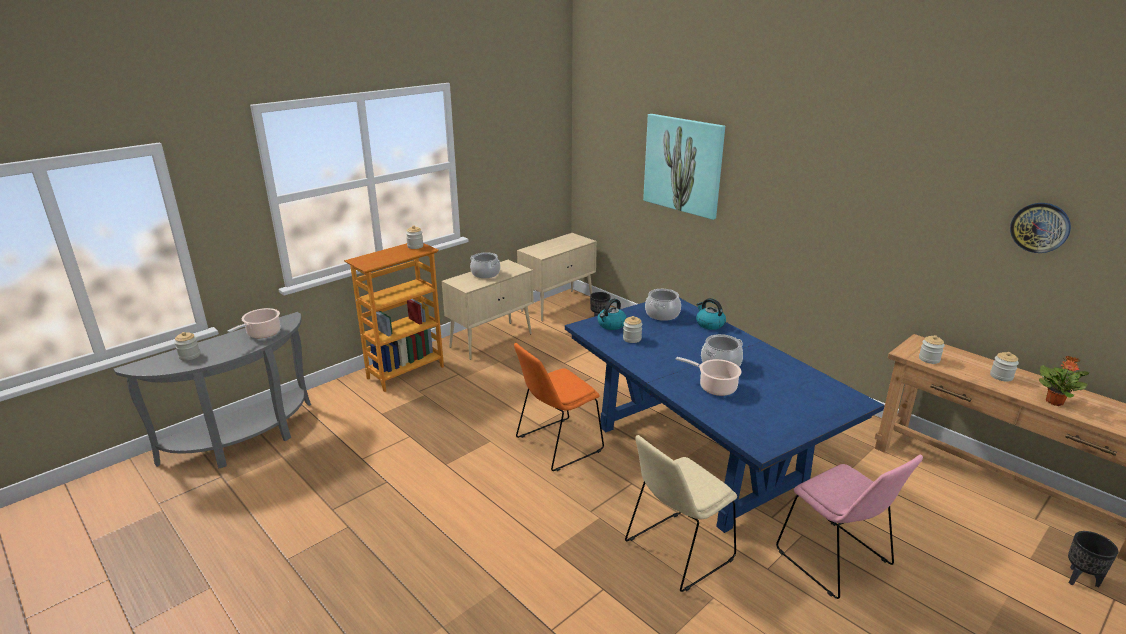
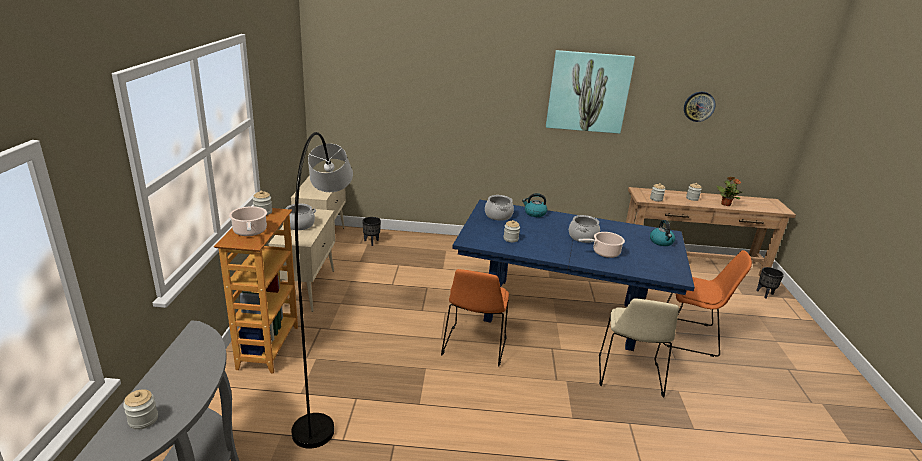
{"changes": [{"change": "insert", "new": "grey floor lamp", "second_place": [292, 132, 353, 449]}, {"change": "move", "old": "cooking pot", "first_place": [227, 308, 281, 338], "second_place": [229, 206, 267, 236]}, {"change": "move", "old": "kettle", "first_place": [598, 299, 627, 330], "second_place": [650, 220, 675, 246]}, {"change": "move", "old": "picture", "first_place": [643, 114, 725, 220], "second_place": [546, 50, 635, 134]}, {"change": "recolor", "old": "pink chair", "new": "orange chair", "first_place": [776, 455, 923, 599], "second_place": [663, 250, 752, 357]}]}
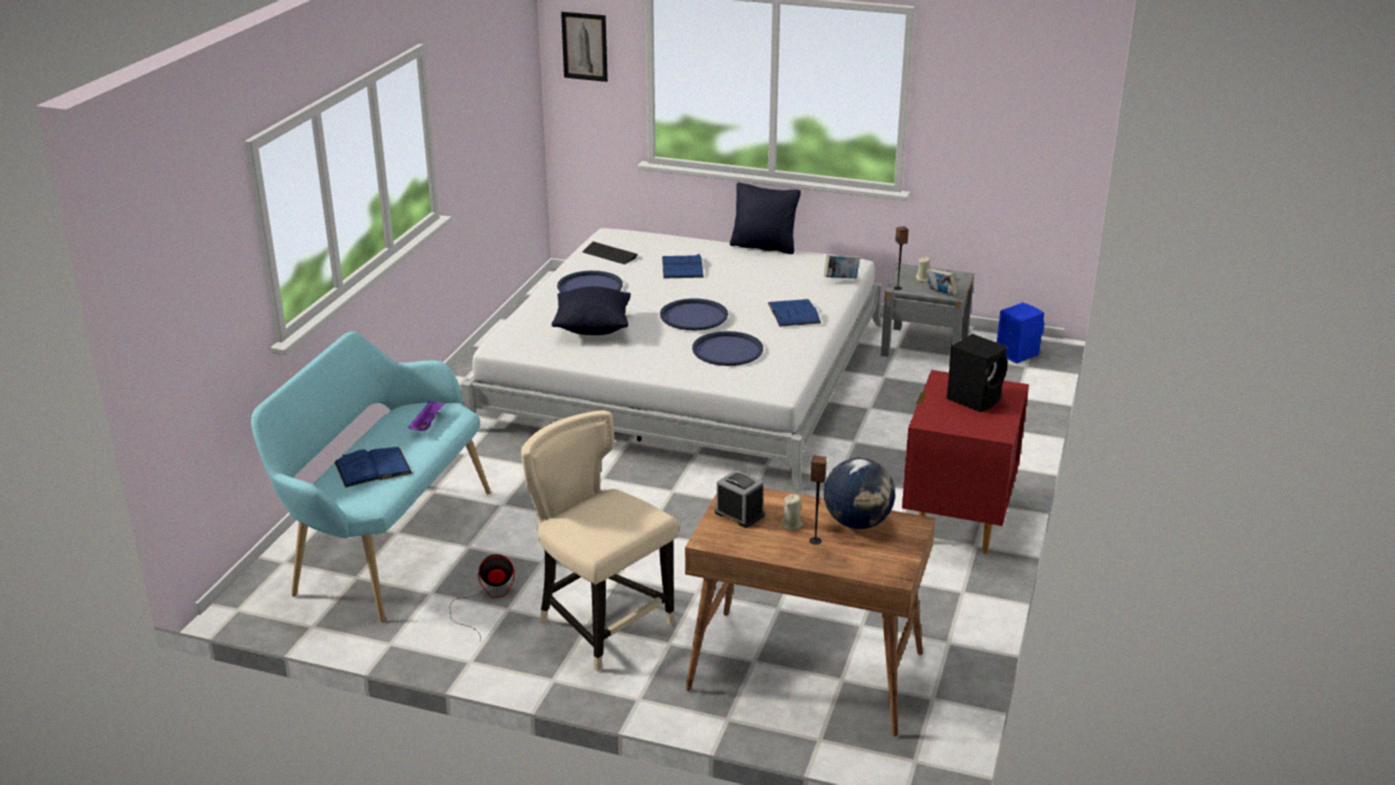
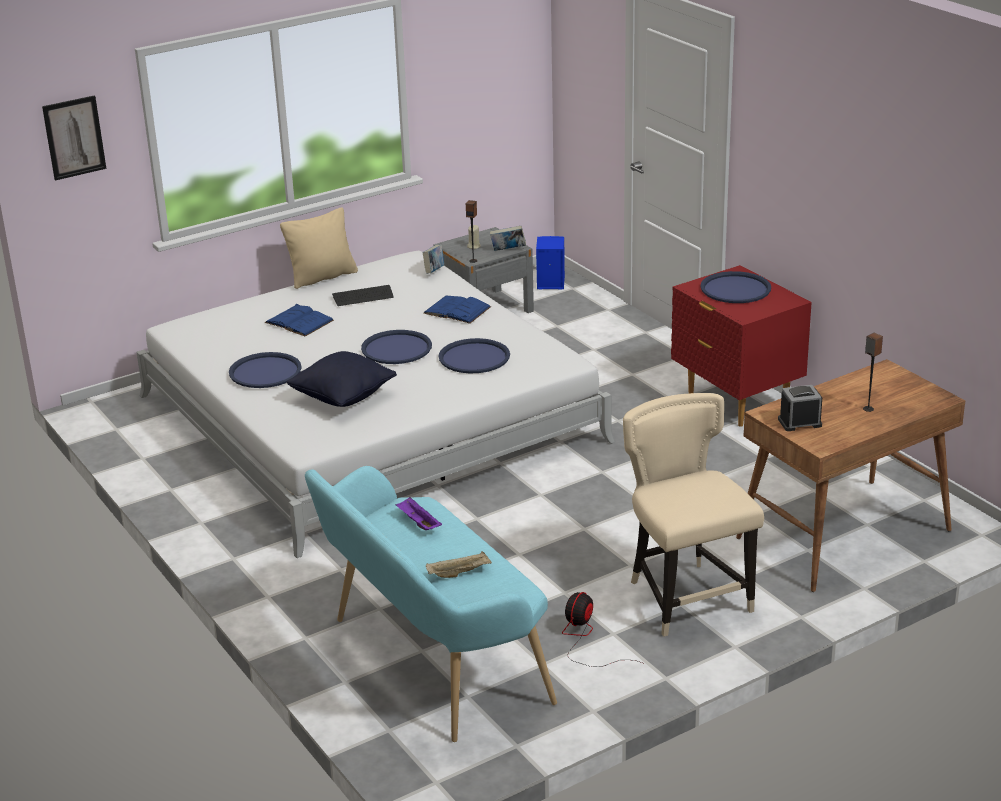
{"changes": [{"change": "delete", "old": "beige candle", "first_place": [781, 494, 803, 530]}, {"change": "delete", "old": "globe", "first_place": [824, 458, 895, 529]}, {"change": "move", "old": "keyboard", "first_place": [583, 242, 638, 264], "second_place": [332, 285, 394, 306]}, {"change": "replace", "old": "blue book", "new": "beige tray", "first_place": [334, 447, 413, 488], "second_place": [426, 551, 492, 578]}, {"change": "replace", "old": "black speaker", "new": "blue tray", "first_place": [947, 334, 1008, 412], "second_place": [700, 271, 771, 303]}, {"change": "recolor", "old": "black pillow", "new": "beige pillow", "first_place": [730, 182, 801, 254], "second_place": [280, 207, 358, 289]}, {"change": "rotate", "old": "beige chair", "first_place": [521, 410, 679, 672], "second_place": [623, 393, 764, 637], "degrees": 75}]}
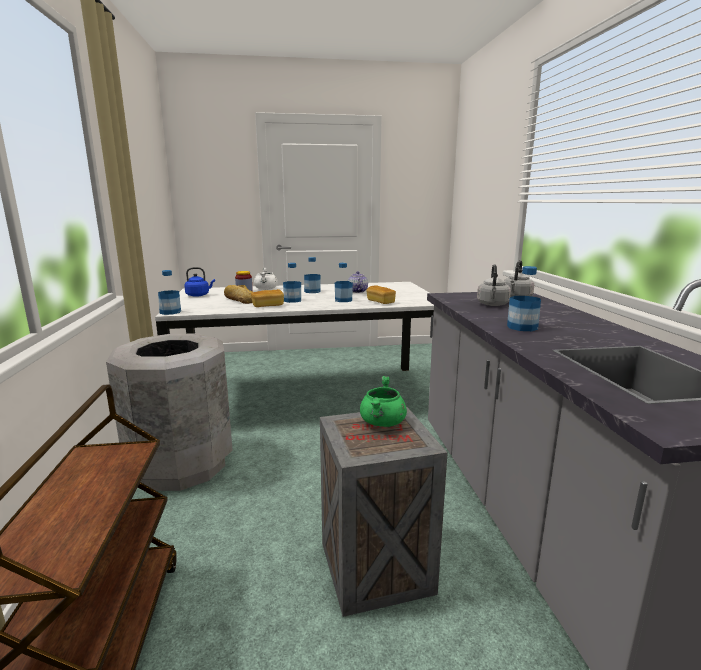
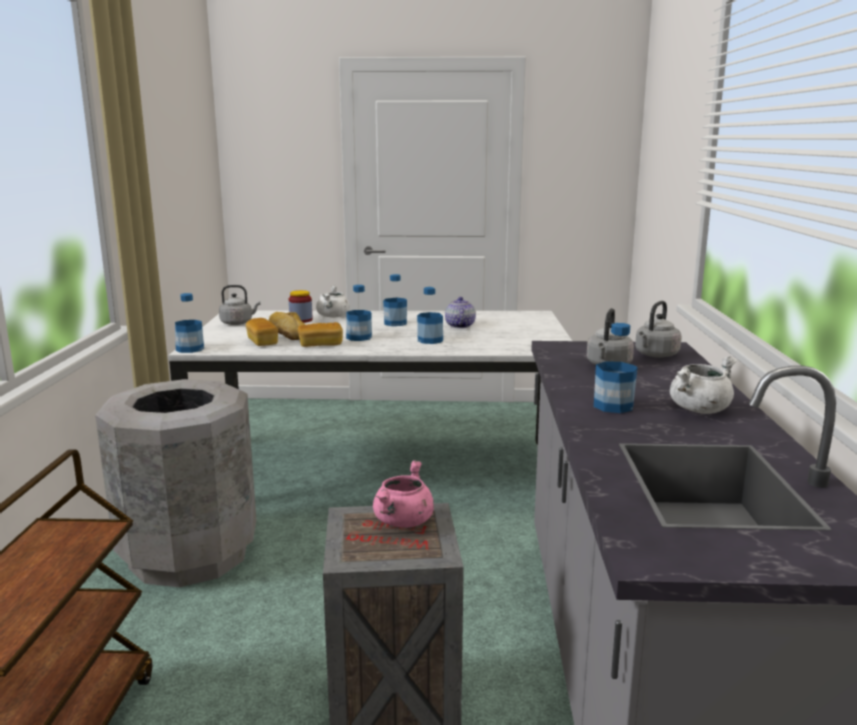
{"changes": [{"change": "insert", "new": "white cooking pot", "second_place": [670, 356, 737, 414]}, {"change": "move", "old": "bread", "first_place": [366, 285, 396, 304], "second_place": [246, 318, 278, 346]}, {"change": "recolor", "old": "blue kettle", "new": "grey kettle", "first_place": [184, 267, 215, 297], "second_place": [219, 285, 260, 325]}, {"change": "recolor", "old": "green cooking pot", "new": "pink cooking pot", "first_place": [360, 376, 407, 427], "second_place": [373, 460, 434, 528]}]}
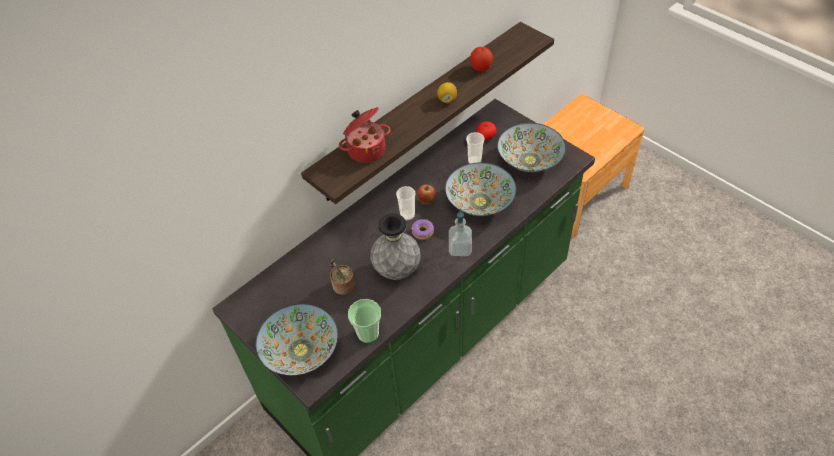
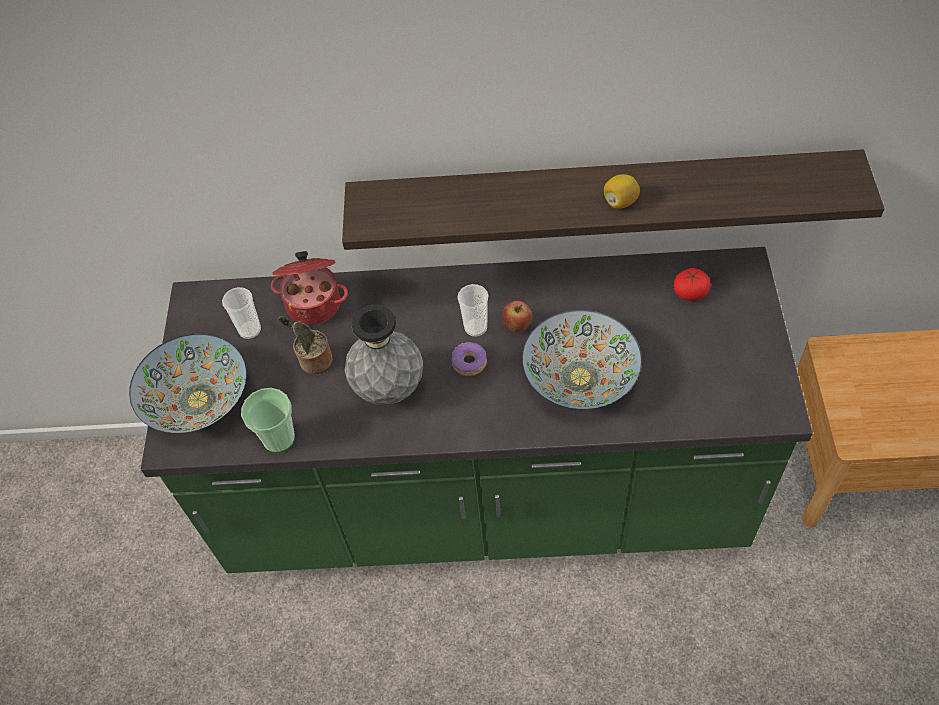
{"changes": [{"change": "delete", "old": "soap dispenser", "first_place": [449, 209, 472, 256]}, {"change": "delete", "old": "apple", "first_place": [470, 47, 493, 72]}, {"change": "delete", "old": "bowl", "first_place": [498, 123, 566, 172]}, {"change": "move", "old": "cooking pot", "first_place": [339, 107, 391, 163], "second_place": [271, 251, 348, 325]}, {"change": "move", "old": "cup", "first_place": [466, 132, 485, 164], "second_place": [222, 287, 261, 339]}]}
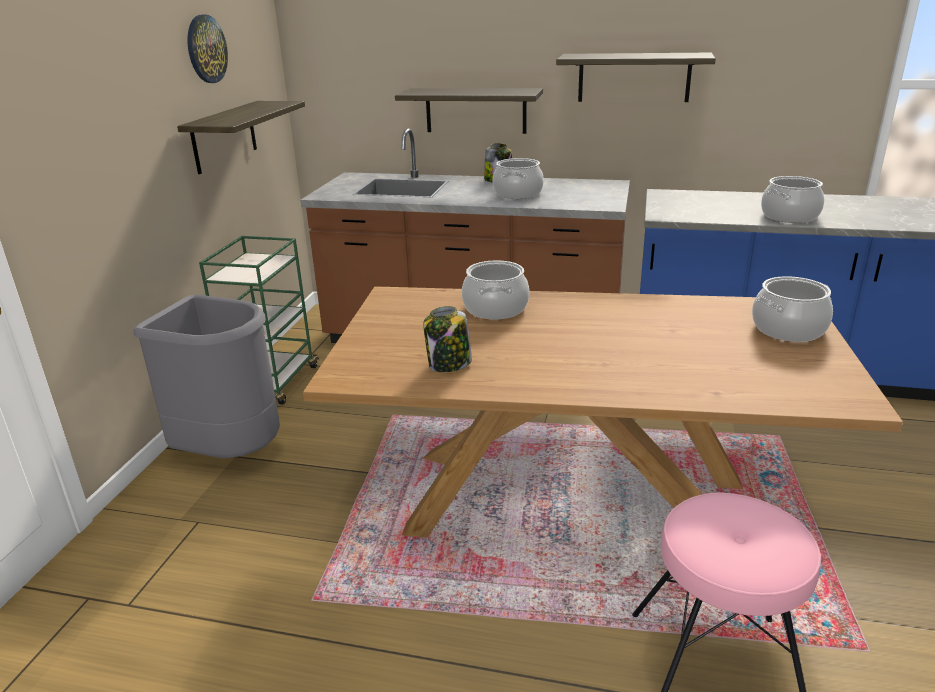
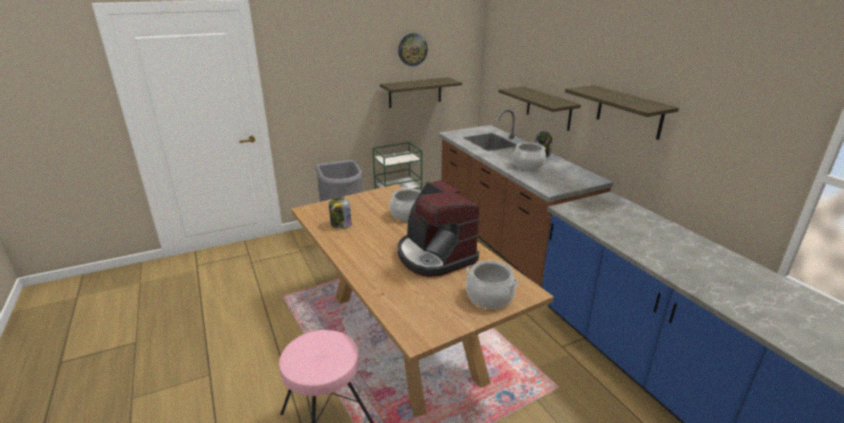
{"changes": [{"change": "delete", "old": "cooking pot", "first_place": [761, 176, 824, 223]}, {"change": "insert", "new": "coffee machine", "second_place": [398, 180, 480, 277]}]}
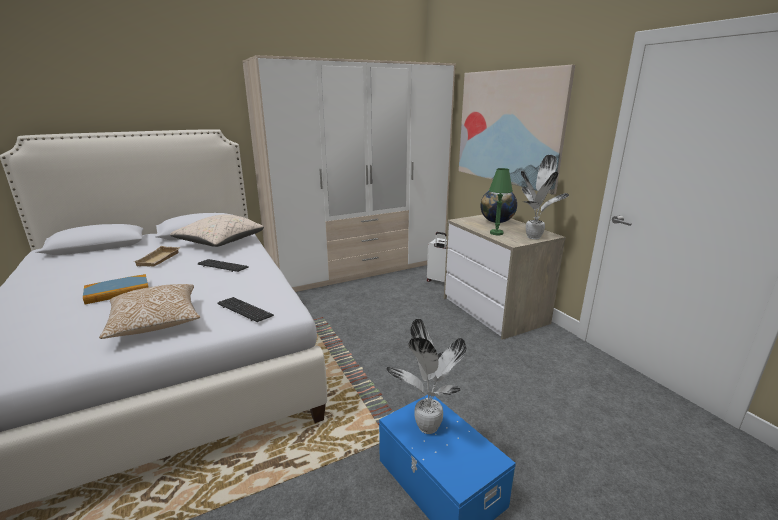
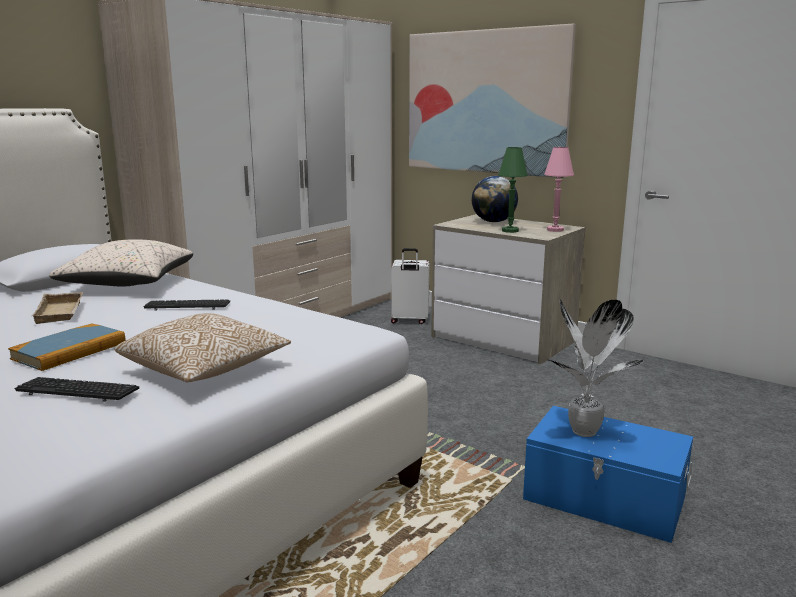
{"changes": [{"change": "move", "old": "keyboard", "first_place": [218, 297, 274, 322], "second_place": [14, 377, 139, 402]}, {"change": "replace", "old": "potted plant", "new": "pink table lamp", "first_place": [521, 155, 569, 239], "second_place": [544, 147, 574, 232]}]}
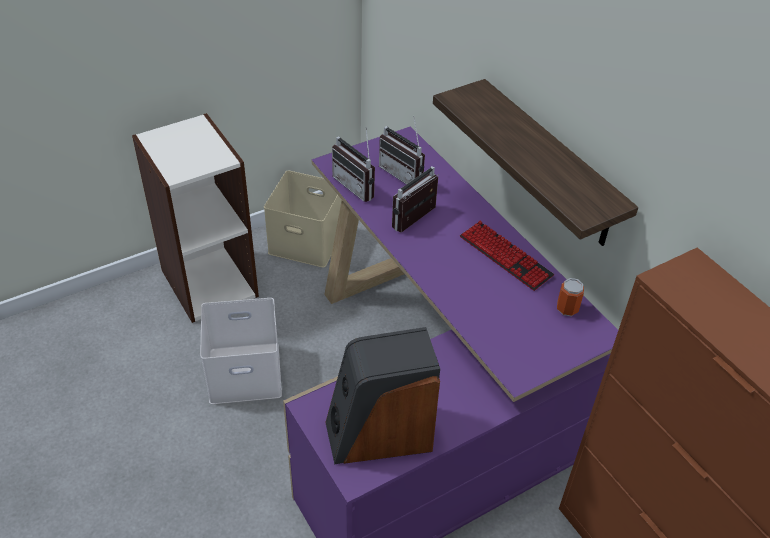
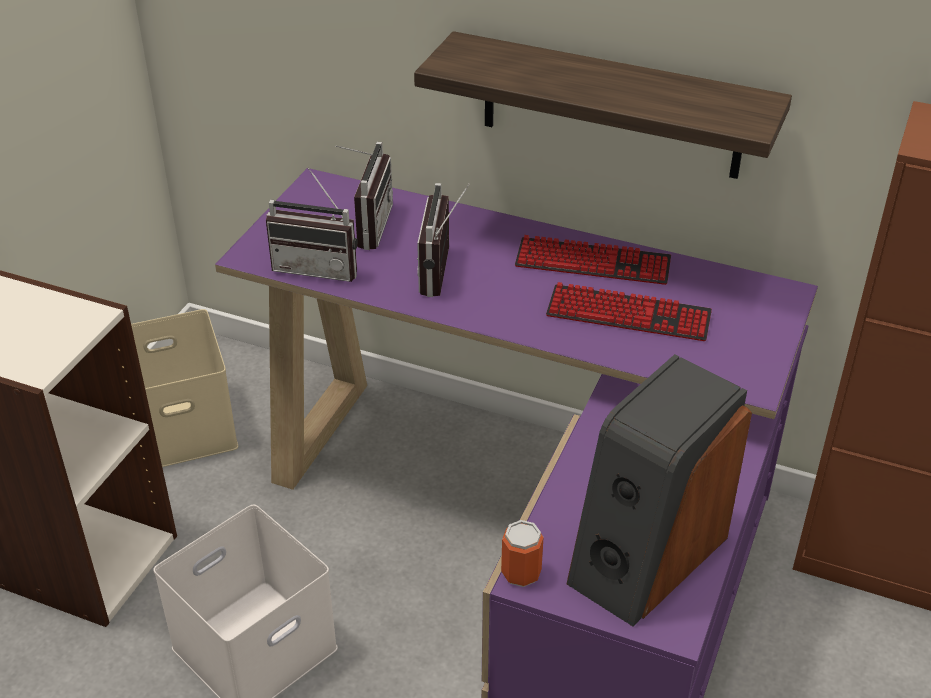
{"changes": [{"change": "insert", "new": "keyboard", "second_place": [546, 282, 712, 341]}, {"change": "move", "old": "can", "first_place": [557, 278, 584, 316], "second_place": [501, 520, 544, 587]}, {"change": "rotate", "old": "radio", "first_place": [379, 116, 425, 184], "second_place": [335, 142, 393, 250], "degrees": -90}]}
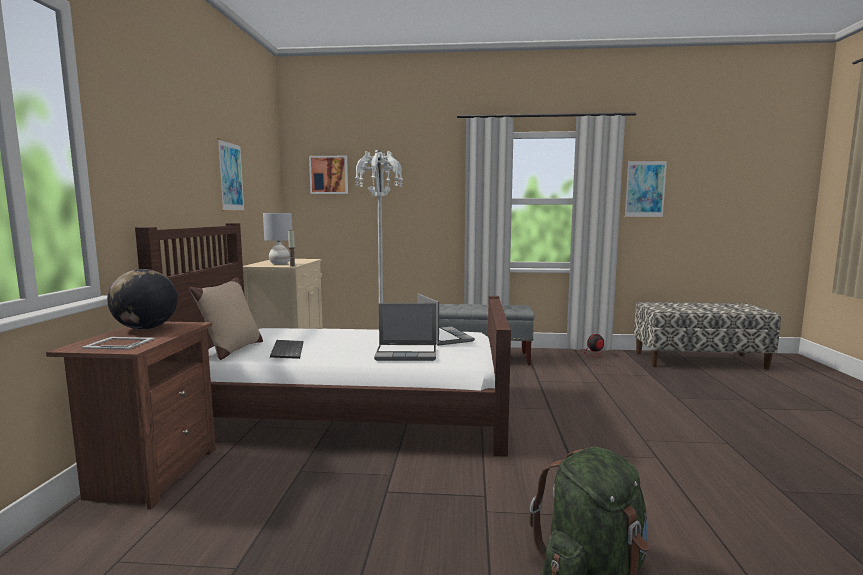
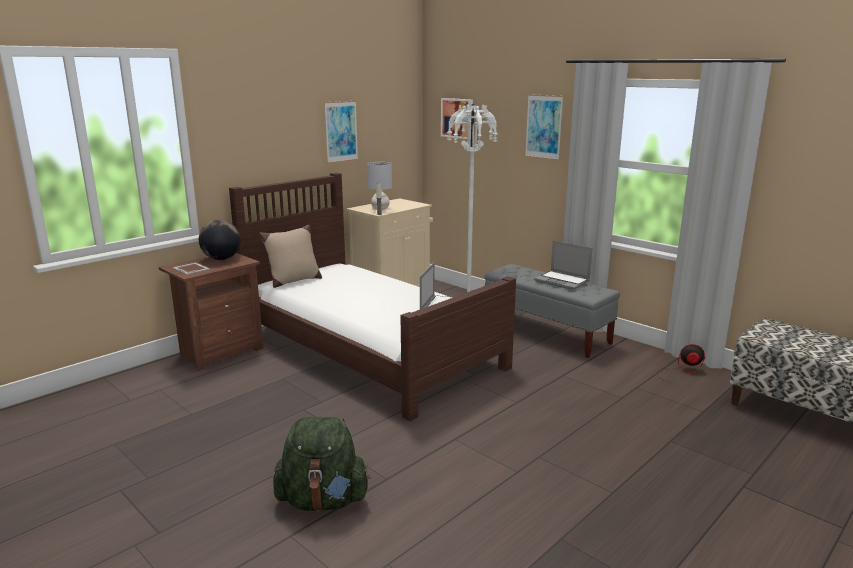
{"changes": [{"change": "delete", "old": "keyboard", "first_place": [270, 340, 303, 359]}, {"change": "move", "old": "laptop", "first_place": [374, 303, 436, 361], "second_place": [534, 241, 592, 290]}, {"change": "move", "old": "picture", "first_place": [624, 160, 667, 218], "second_place": [525, 94, 563, 160]}]}
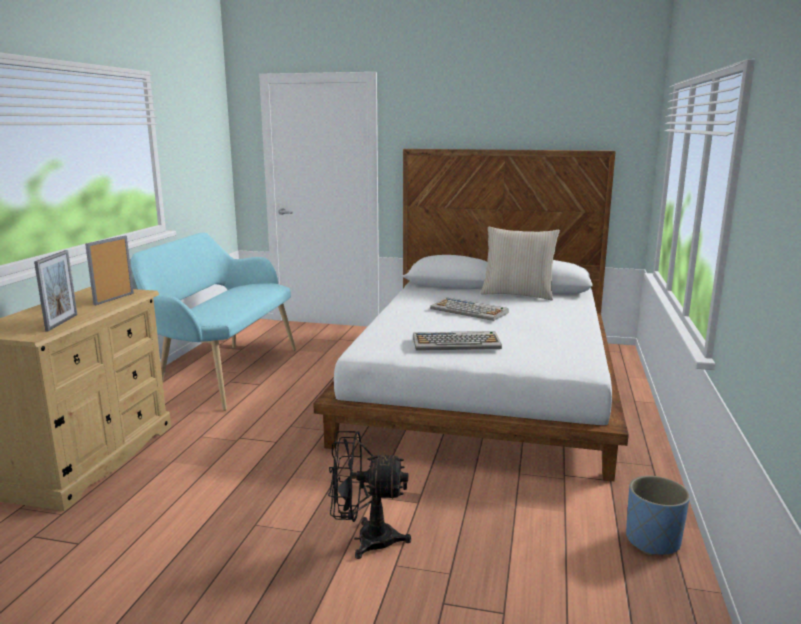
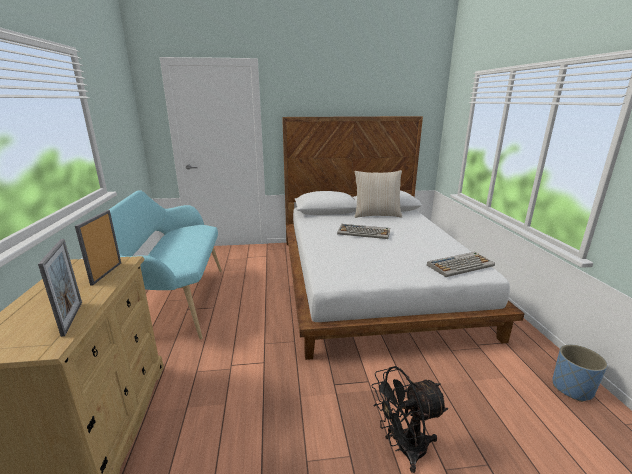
{"changes": [{"change": "move", "old": "keyboard", "first_place": [413, 331, 502, 351], "second_place": [427, 252, 495, 277]}]}
